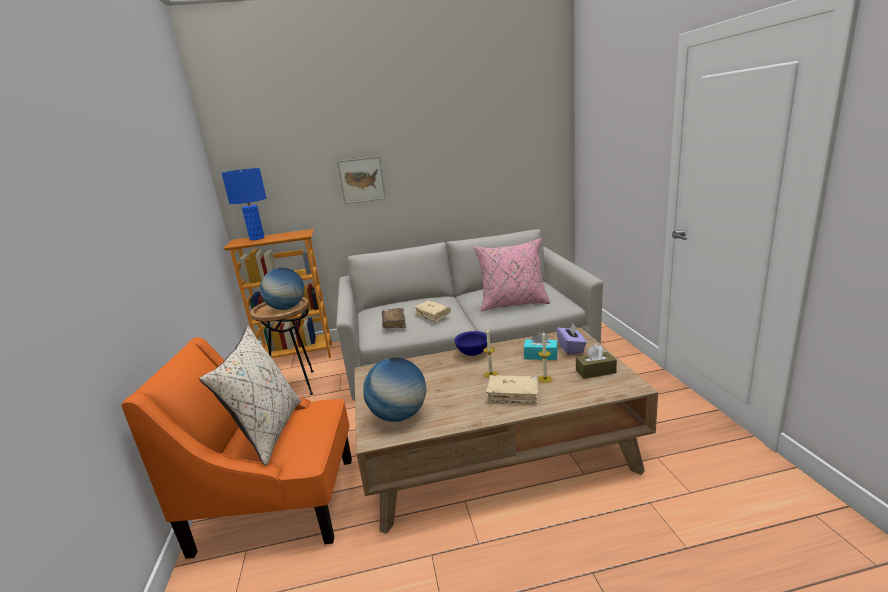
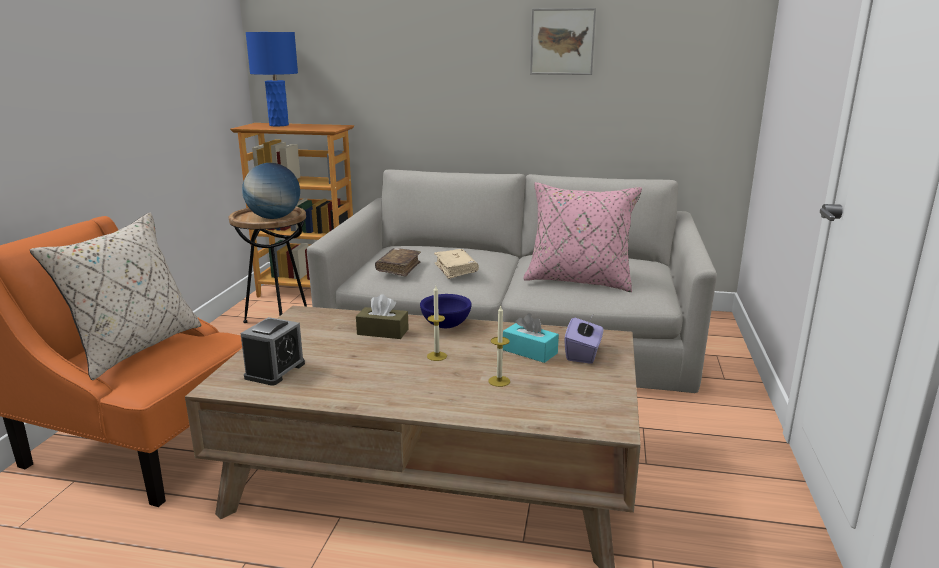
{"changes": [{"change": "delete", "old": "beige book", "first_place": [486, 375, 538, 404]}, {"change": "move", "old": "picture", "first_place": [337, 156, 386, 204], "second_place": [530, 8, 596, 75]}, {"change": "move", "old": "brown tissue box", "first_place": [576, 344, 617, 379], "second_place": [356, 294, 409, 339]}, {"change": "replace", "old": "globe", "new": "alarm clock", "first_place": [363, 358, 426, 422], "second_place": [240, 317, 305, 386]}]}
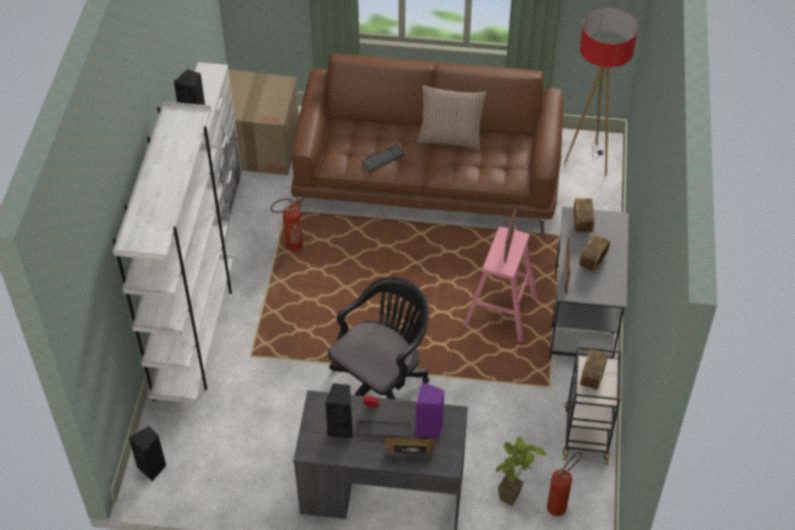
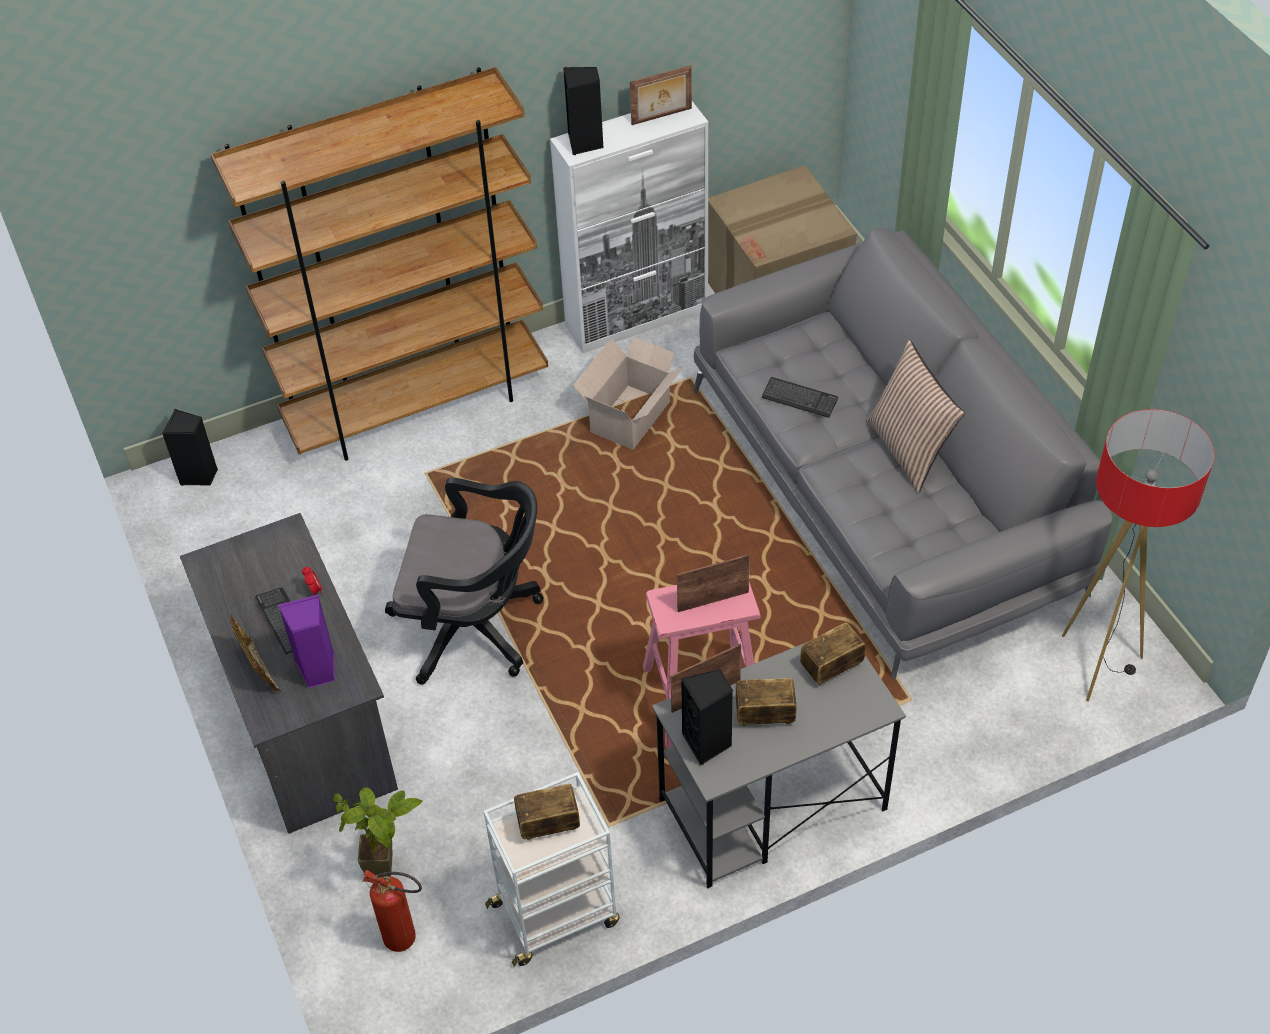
{"changes": [{"change": "insert", "new": "picture frame", "second_place": [630, 65, 692, 125]}, {"change": "move", "old": "black speaker", "first_place": [325, 383, 353, 438], "second_place": [681, 669, 733, 766]}, {"change": "replace", "old": "fire extinguisher", "new": "cardboard box", "first_place": [270, 198, 303, 252], "second_place": [573, 337, 684, 450]}, {"change": "recolor", "old": "white bookcase", "new": "brown bookcase", "first_place": [113, 101, 233, 404], "second_place": [211, 67, 548, 461]}, {"change": "recolor", "old": "brown sofa", "new": "grey sofa", "first_place": [291, 53, 563, 235], "second_place": [693, 228, 1112, 679]}, {"change": "recolor", "old": "black cart", "new": "white cart", "first_place": [563, 347, 622, 465], "second_place": [483, 772, 619, 967]}]}
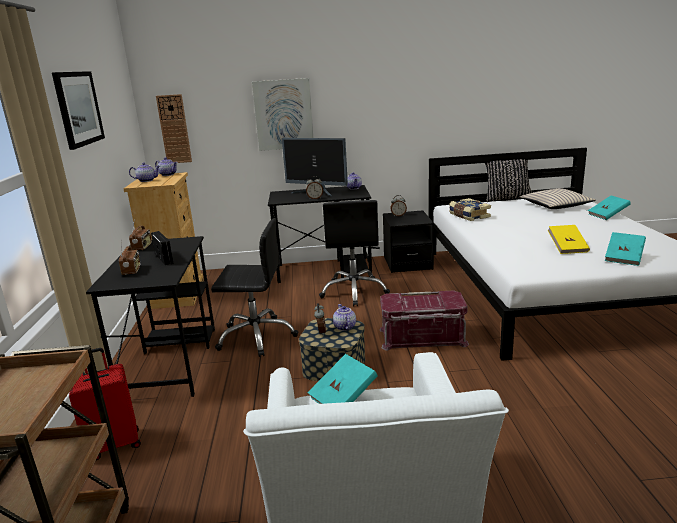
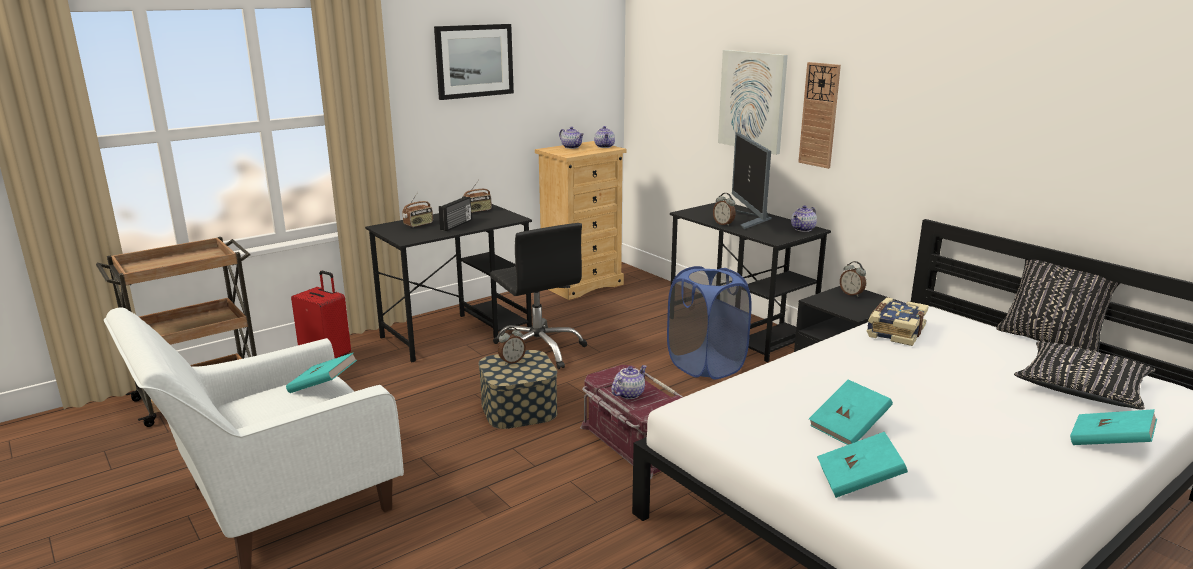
{"changes": [{"change": "move", "old": "wall clock", "first_place": [156, 94, 192, 163], "second_place": [798, 62, 841, 169]}, {"change": "move", "old": "teapot", "first_place": [333, 304, 356, 331], "second_place": [611, 365, 647, 399]}, {"change": "replace", "old": "black office chair", "new": "blue laundry basket", "first_place": [319, 200, 390, 306], "second_place": [667, 266, 751, 380]}, {"change": "recolor", "old": "beige pillow", "new": "black pillow", "first_place": [520, 188, 596, 209], "second_place": [1014, 341, 1155, 410]}, {"change": "recolor", "old": "yellow book", "new": "turquoise book", "first_place": [548, 225, 590, 254], "second_place": [809, 380, 893, 445]}]}
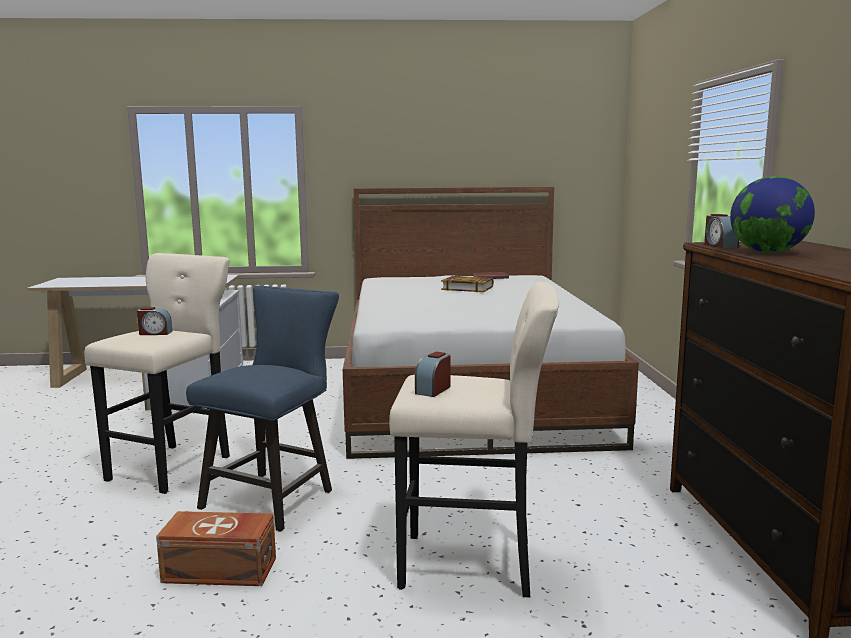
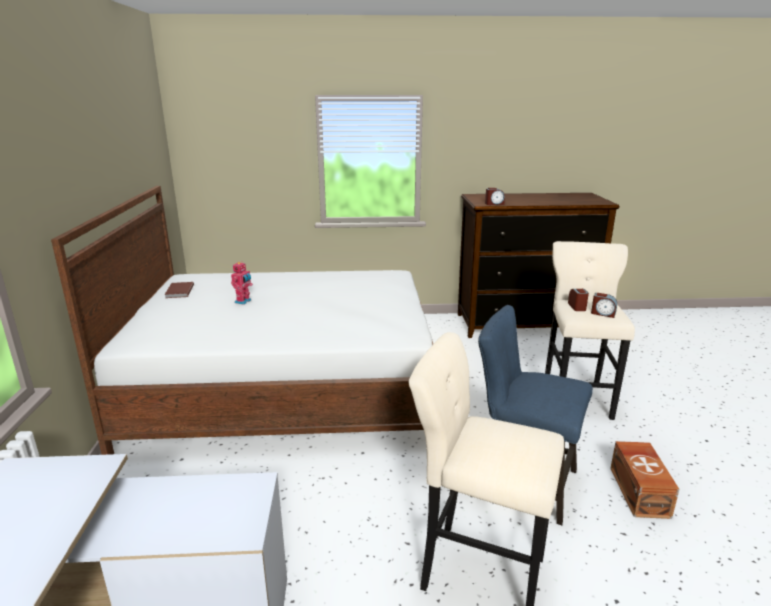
{"changes": [{"change": "delete", "old": "globe", "first_place": [730, 176, 815, 253]}, {"change": "move", "old": "alarm clock", "first_place": [137, 307, 172, 335], "second_place": [568, 289, 589, 311]}, {"change": "replace", "old": "book", "new": "toy robot", "first_place": [441, 276, 494, 292], "second_place": [231, 261, 253, 305]}]}
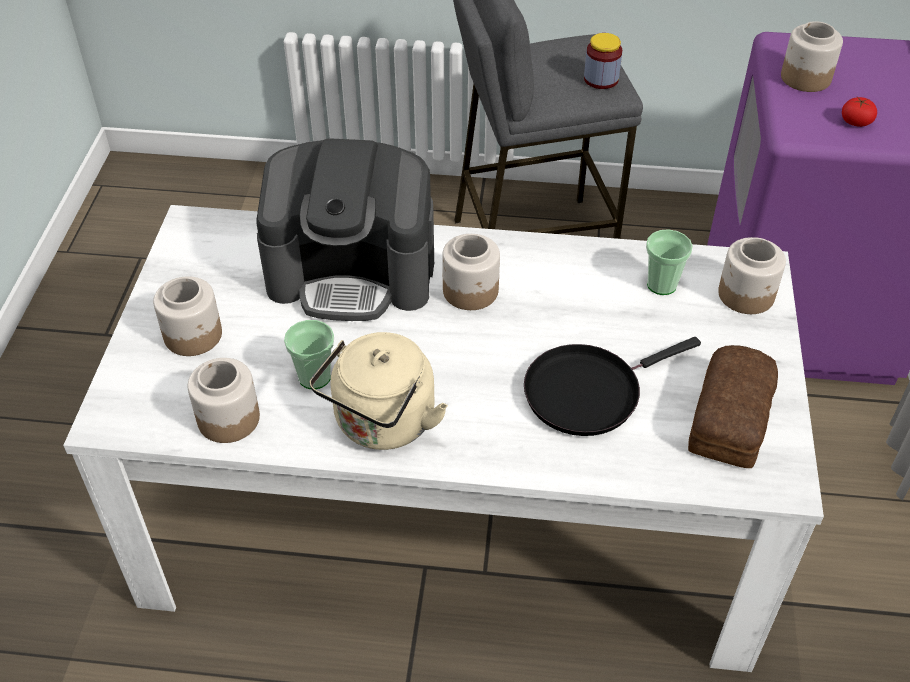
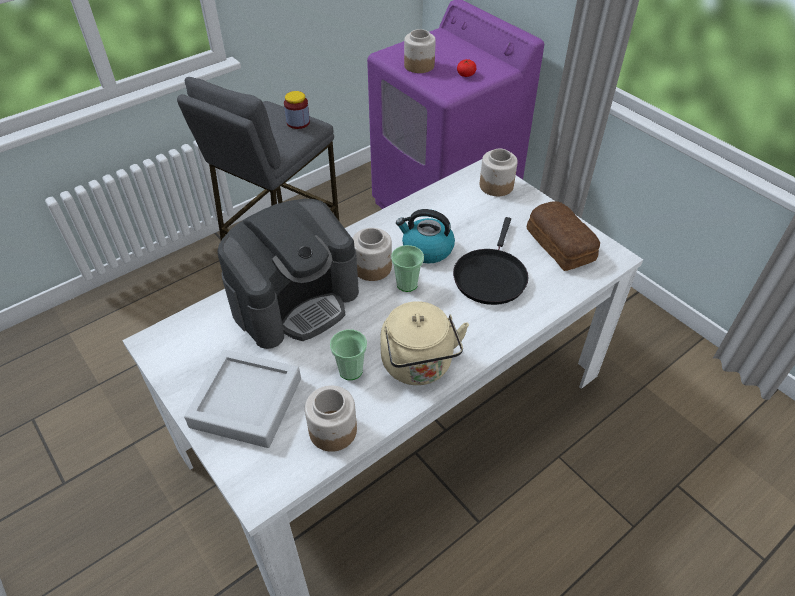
{"changes": [{"change": "insert", "new": "kettle", "second_place": [396, 209, 455, 264]}, {"change": "move", "old": "cup", "first_place": [646, 229, 693, 295], "second_place": [391, 245, 424, 292]}, {"change": "replace", "old": "jar", "new": "grey tray", "first_place": [153, 276, 222, 356], "second_place": [184, 350, 301, 448]}]}
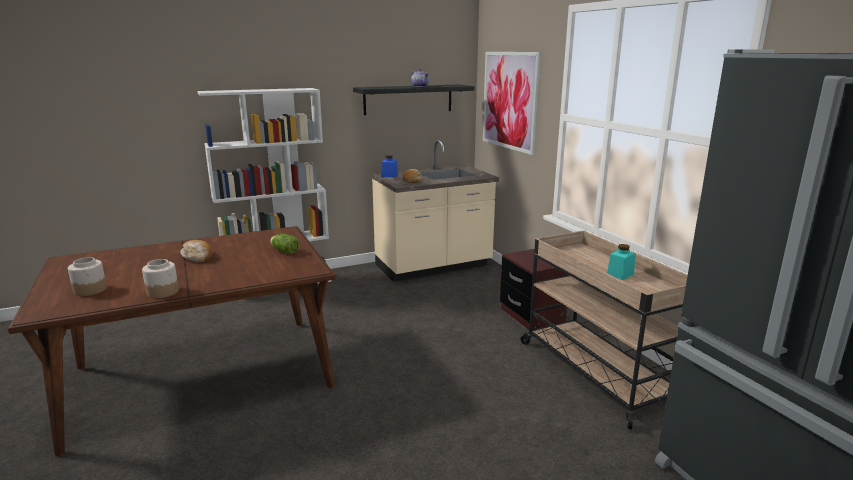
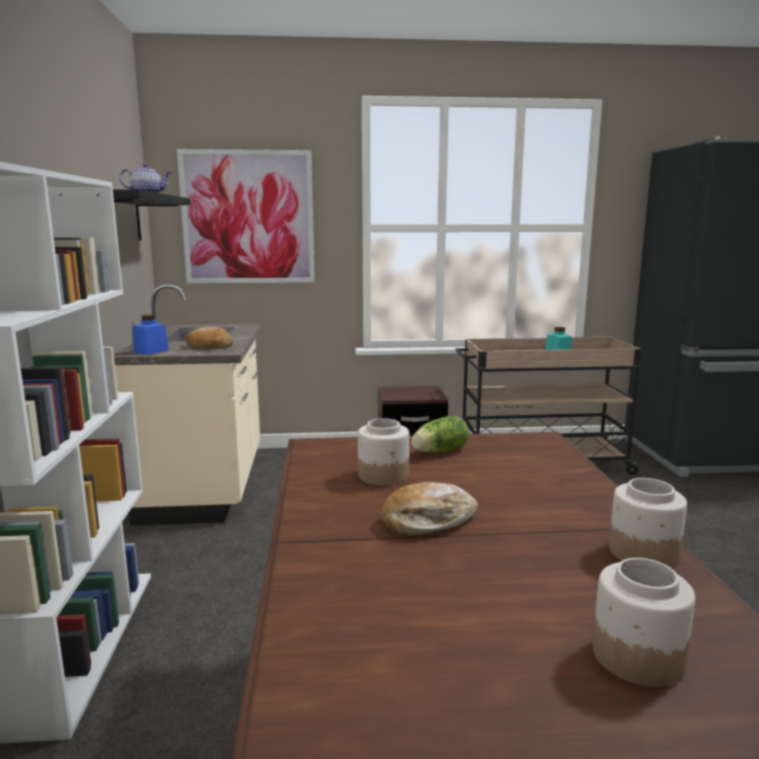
{"changes": [{"change": "insert", "new": "jar", "second_place": [358, 418, 409, 486]}]}
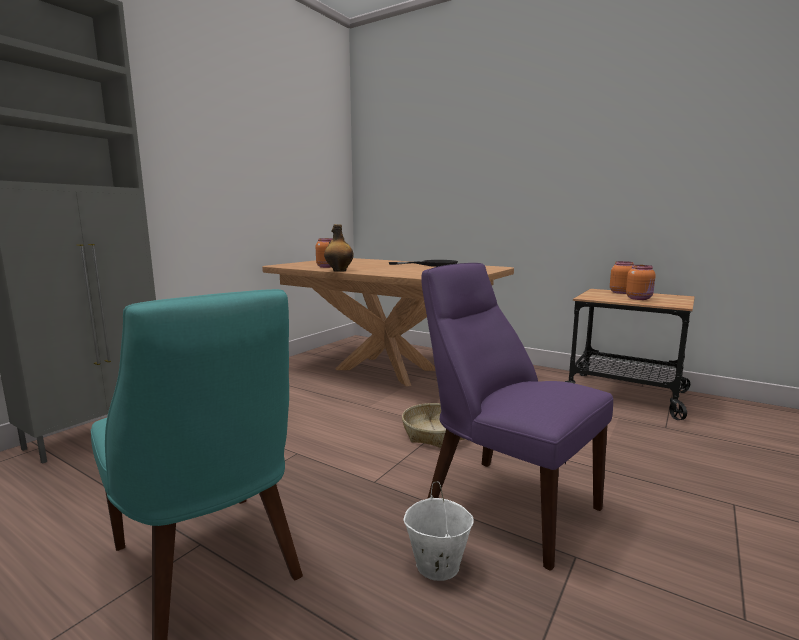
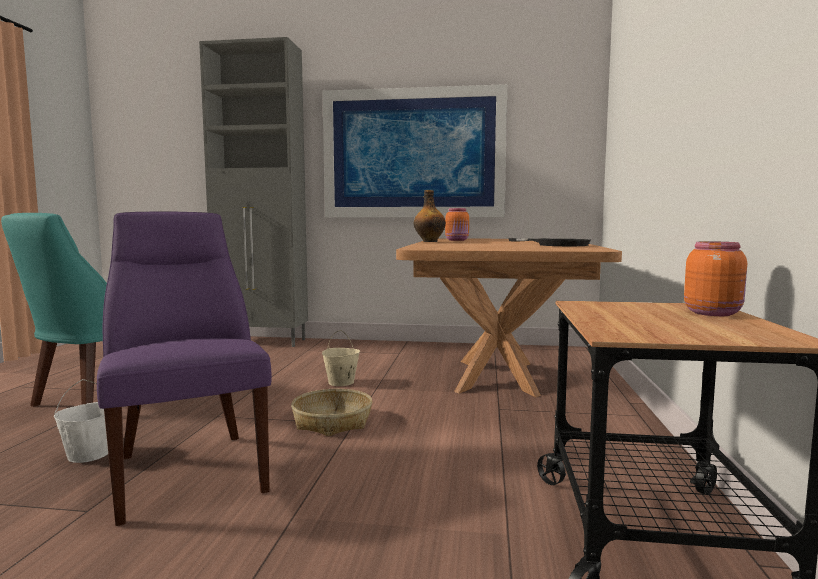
{"changes": [{"change": "delete", "old": "orange jar", "first_place": [626, 265, 656, 300]}, {"change": "insert", "new": "picture", "second_place": [322, 84, 507, 217]}, {"change": "insert", "new": "beige bucket", "second_place": [322, 330, 360, 386]}, {"change": "rotate", "old": "purple chair", "first_place": [421, 263, 613, 571], "second_place": [97, 211, 272, 526], "degrees": -45}]}
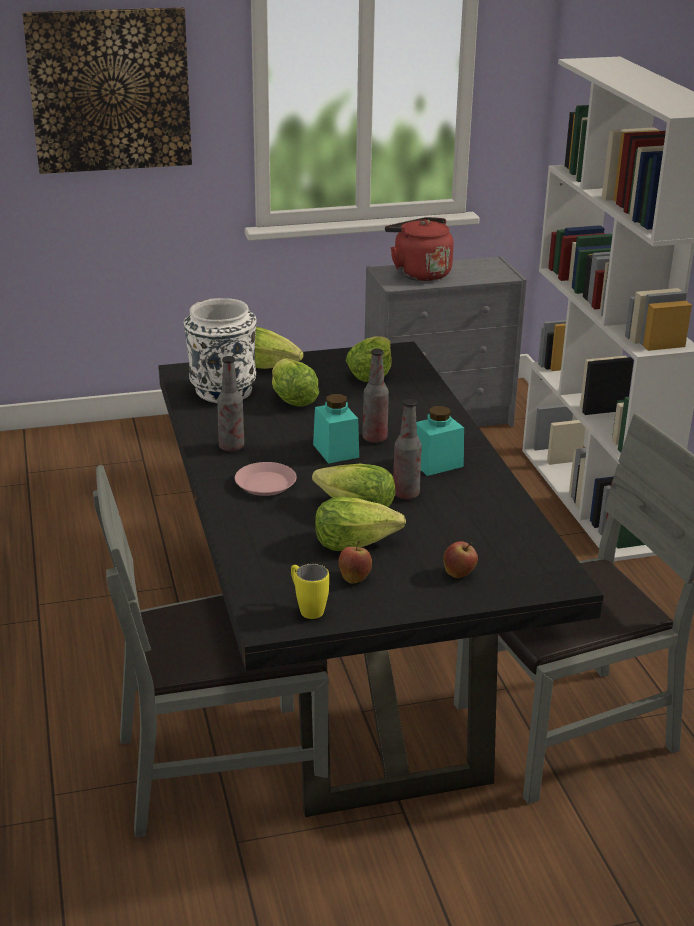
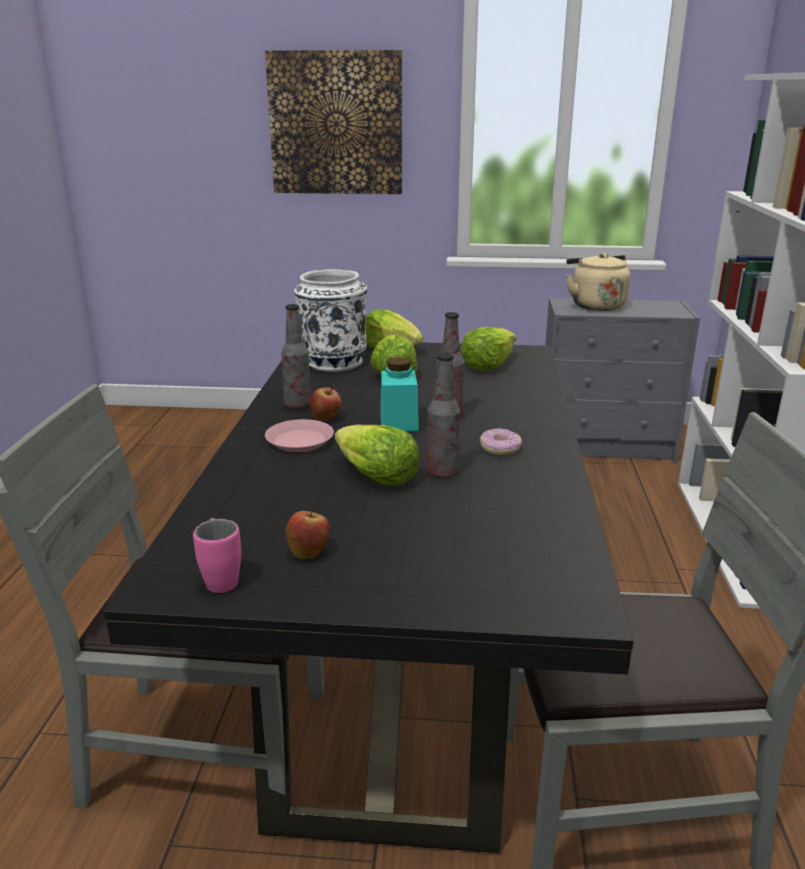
{"changes": [{"change": "delete", "old": "lettuce", "first_place": [315, 497, 406, 551]}, {"change": "move", "old": "apple", "first_place": [443, 541, 478, 578], "second_place": [310, 387, 341, 421]}, {"change": "replace", "old": "turquoise jar", "new": "donut", "first_place": [416, 406, 464, 476], "second_place": [480, 428, 522, 455]}, {"change": "recolor", "old": "yellow mug", "new": "pink mug", "first_place": [291, 564, 329, 619], "second_place": [193, 518, 241, 593]}, {"change": "recolor", "old": "red kettle", "new": "beige kettle", "first_place": [385, 217, 454, 281], "second_place": [566, 253, 630, 311]}]}
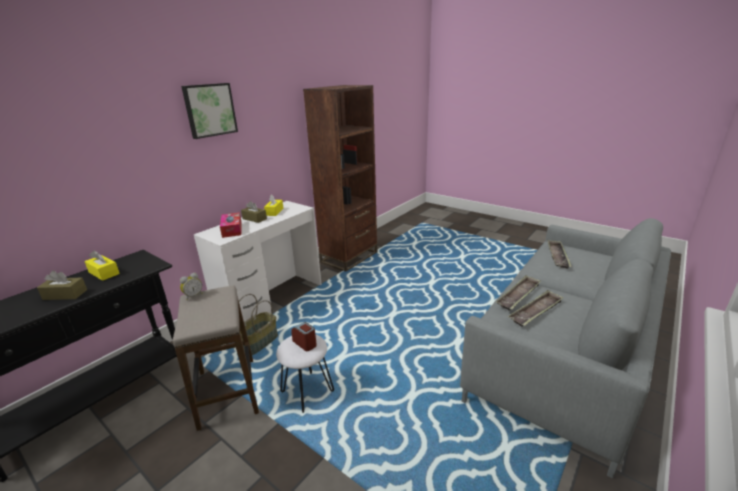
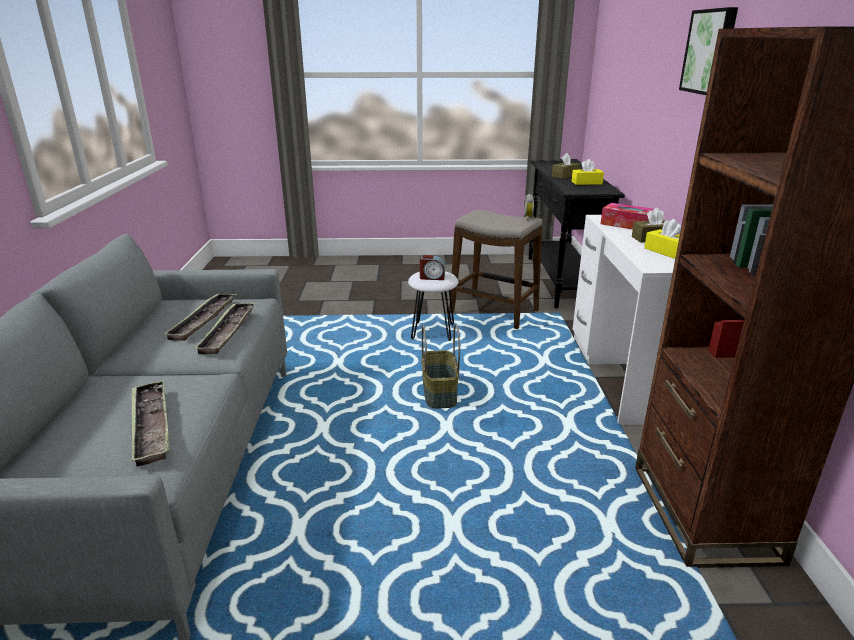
{"changes": [{"change": "move", "old": "basket", "first_place": [239, 294, 278, 355], "second_place": [421, 324, 460, 409]}]}
